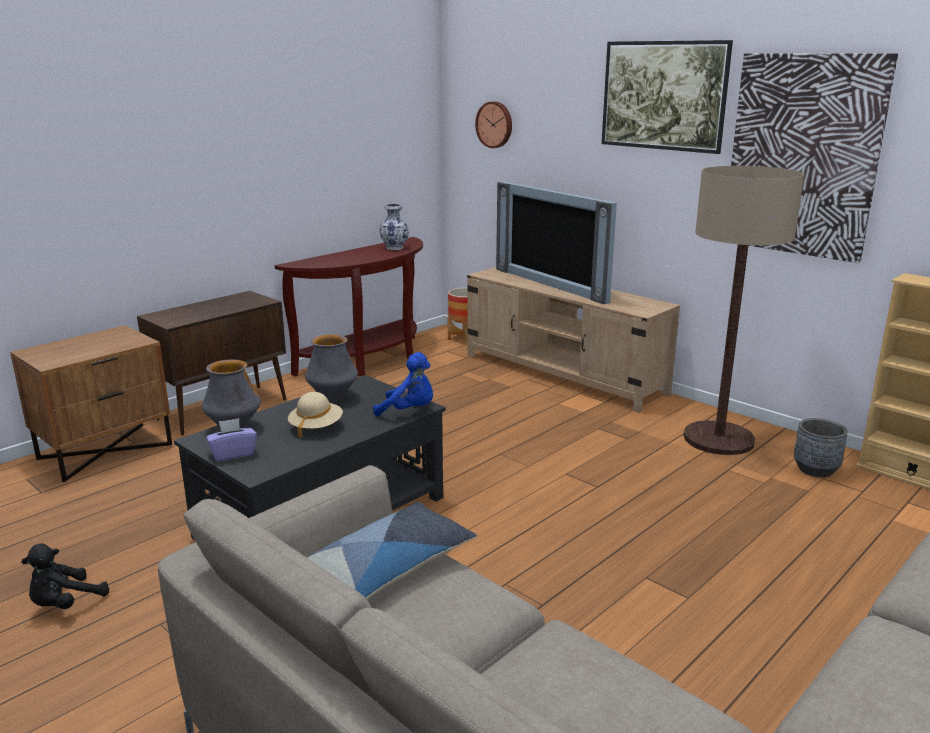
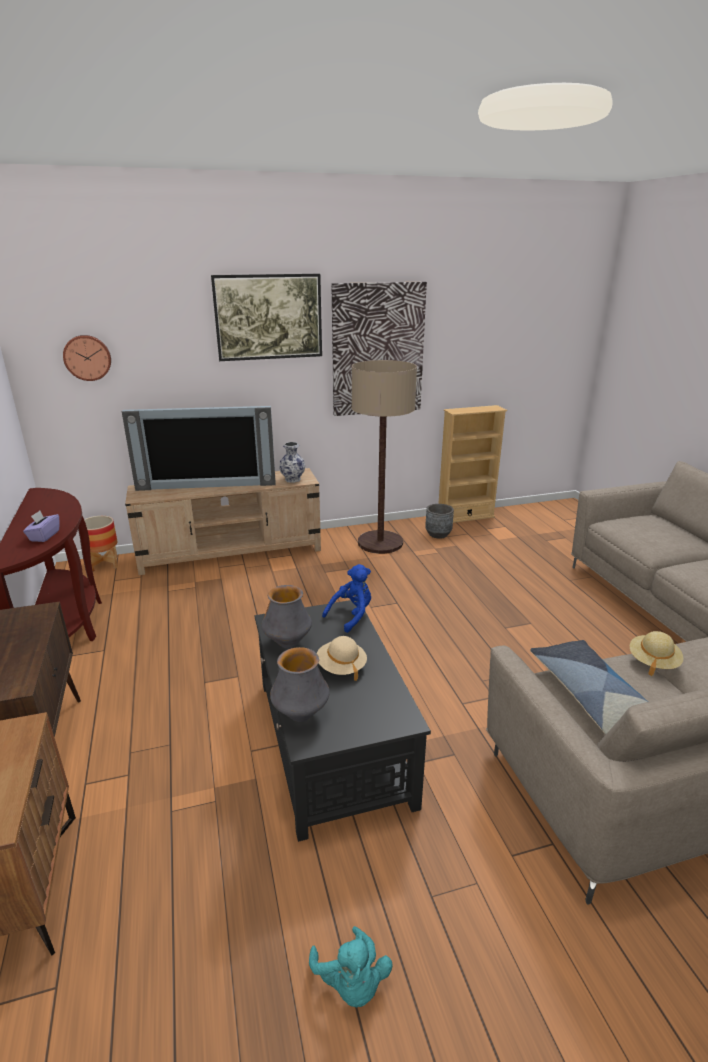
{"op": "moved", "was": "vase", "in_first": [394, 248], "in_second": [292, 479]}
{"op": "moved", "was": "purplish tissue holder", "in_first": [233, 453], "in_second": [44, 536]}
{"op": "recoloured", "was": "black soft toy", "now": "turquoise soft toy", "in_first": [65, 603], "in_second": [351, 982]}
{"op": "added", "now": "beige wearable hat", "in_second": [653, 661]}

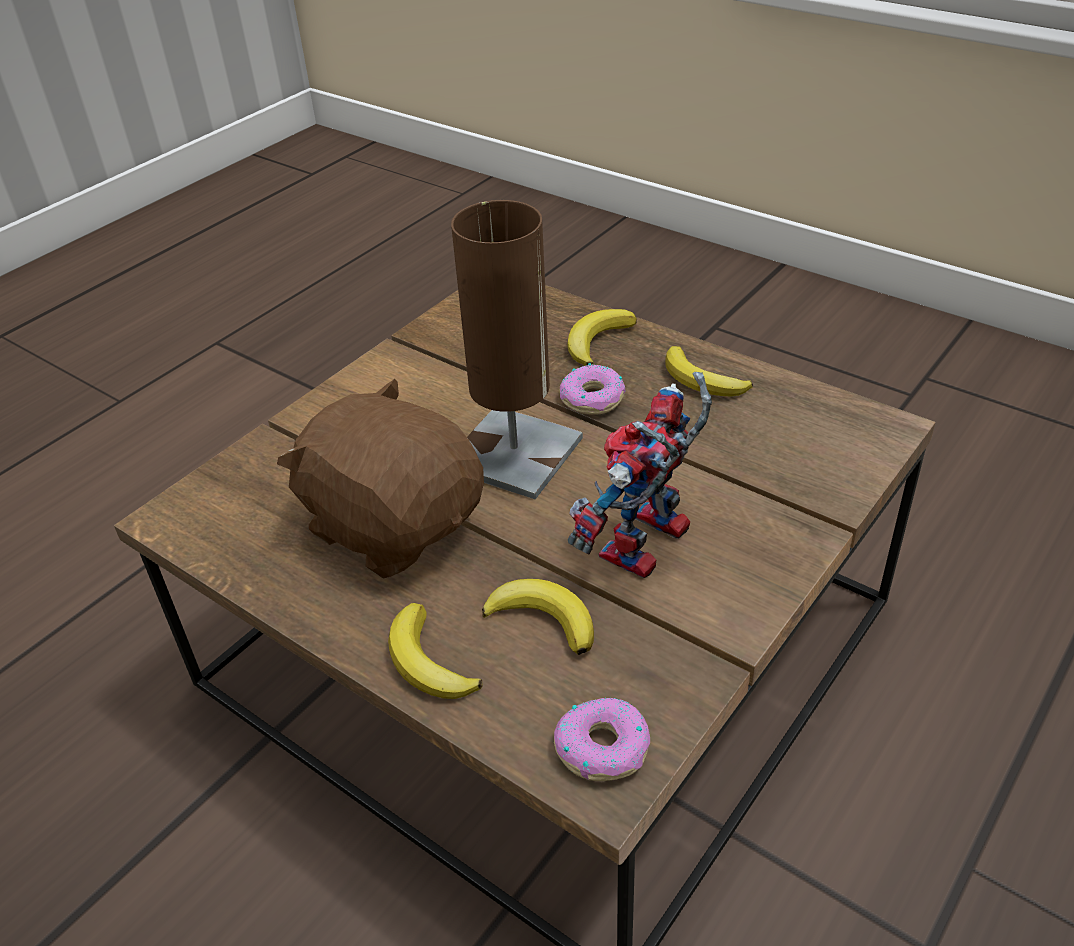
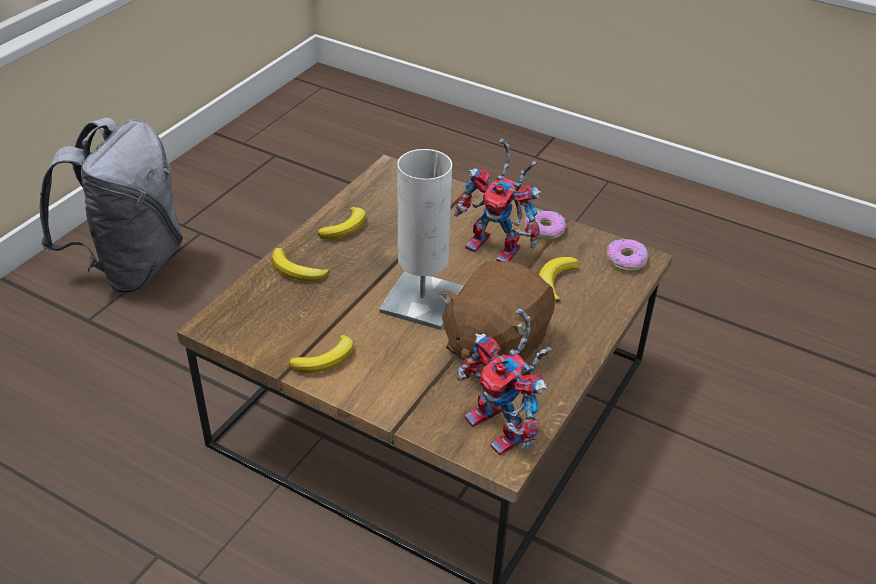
{"op": "recoloured", "was": "brown lamp for a table", "now": "white-coloured lamp for a table", "in_first": [514, 454], "in_second": [422, 301]}
{"op": "moved", "was": "ring doughnut", "in_first": [593, 398], "in_second": [544, 230]}
{"op": "moved", "was": "banana fruit", "in_first": [428, 662], "in_second": [325, 359]}
{"op": "added", "now": "gray rucksack", "in_second": [131, 266]}
{"op": "added", "now": "toy robot", "in_second": [504, 431]}

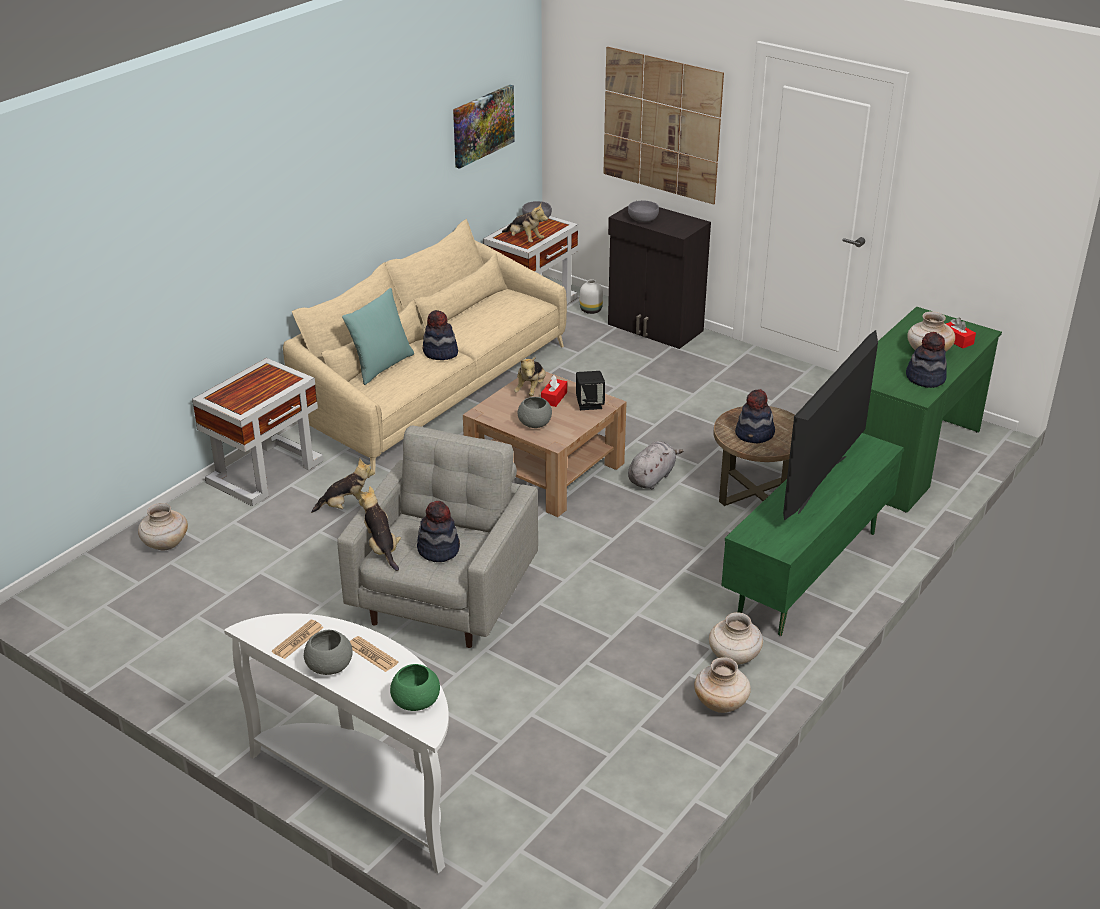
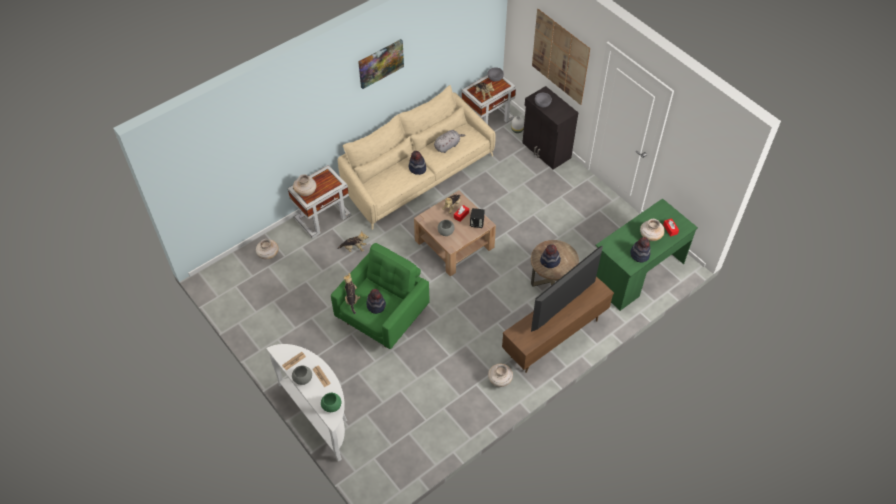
{"op": "moved", "was": "wall picture", "in_first": [482, 125], "in_second": [380, 63]}
{"op": "removed", "was": "turquoise cushion", "in_first": [381, 366]}
{"op": "recoloured", "was": "gray lounge chair", "now": "green lounge chair", "in_first": [446, 598], "in_second": [383, 315]}
{"op": "recoloured", "was": "green tv unit", "now": "brown tv unit", "in_first": [807, 573], "in_second": [554, 338]}
{"op": "moved", "was": "gray soft toy", "in_first": [652, 477], "in_second": [447, 146]}
{"op": "moved", "was": "beige vase", "in_first": [721, 704], "in_second": [306, 192]}

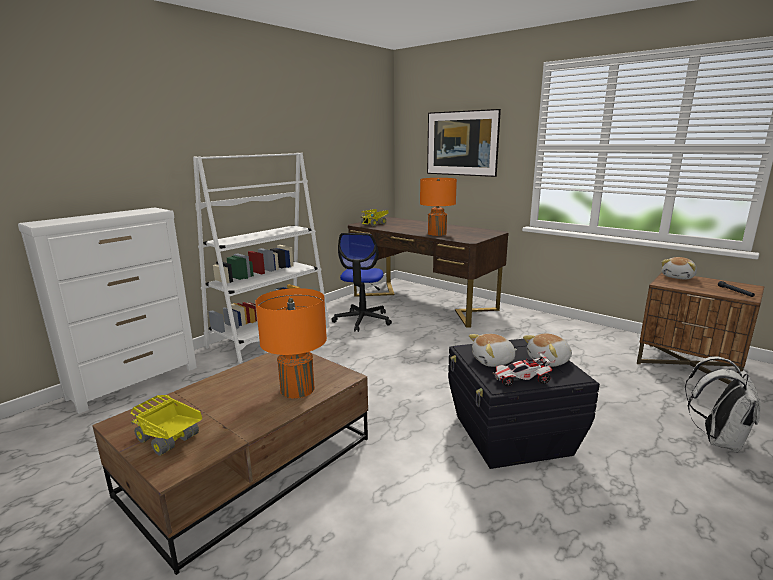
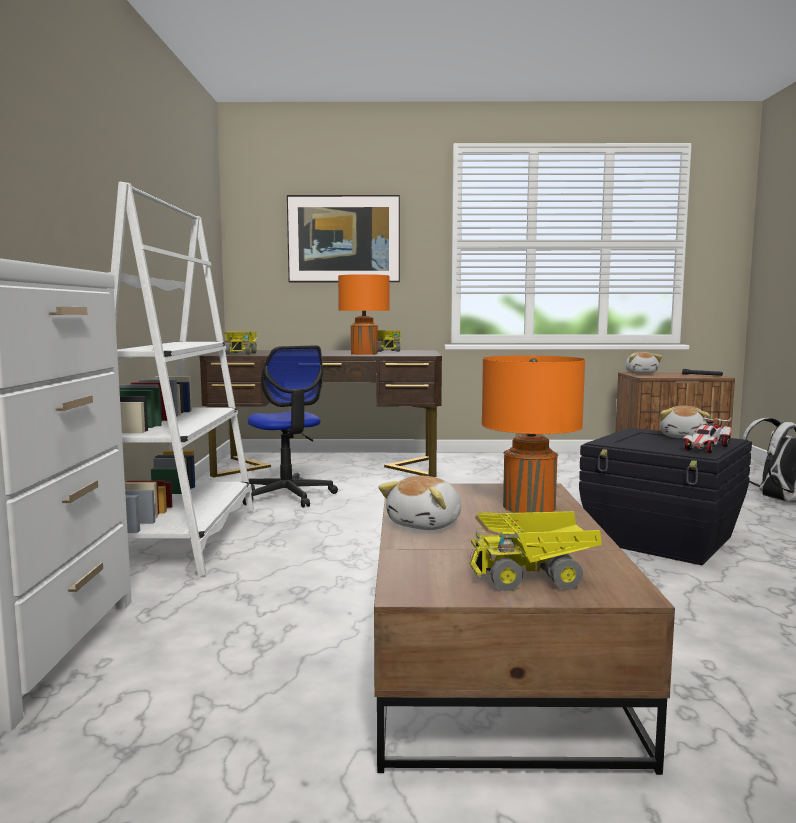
{"op": "moved", "was": "soft toy", "in_first": [493, 361], "in_second": [426, 524]}
{"op": "added", "now": "toy truck", "in_second": [388, 351]}

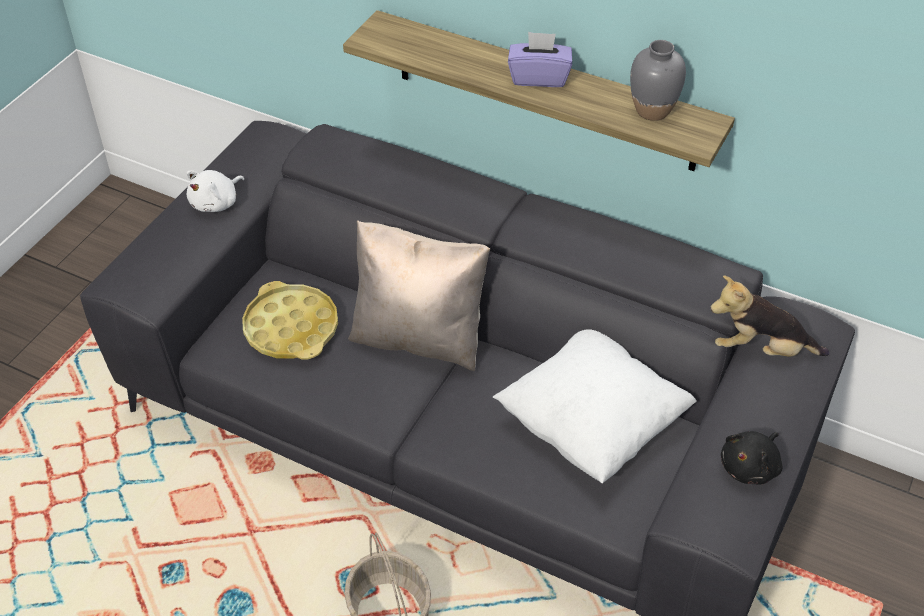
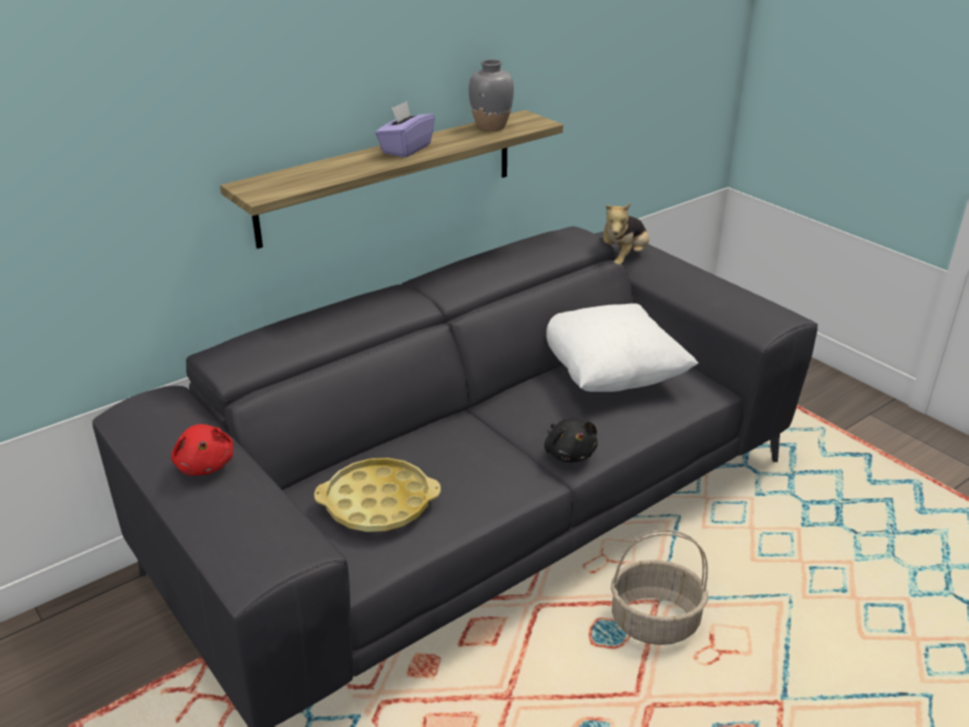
{"op": "recoloured", "was": "white-coloured soft toy", "now": "red soft toy", "in_first": [216, 203], "in_second": [205, 464]}
{"op": "removed", "was": "beige cushion", "in_first": [419, 337]}
{"op": "moved", "was": "black soft toy", "in_first": [750, 467], "in_second": [569, 453]}

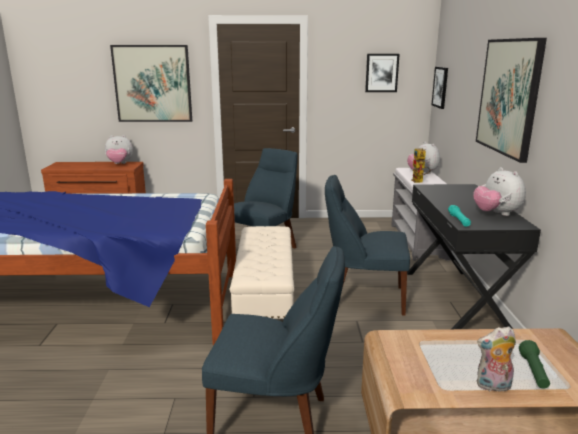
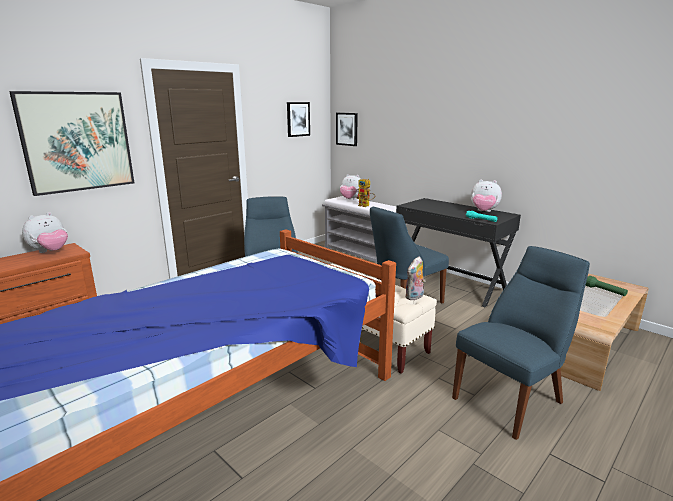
{"op": "removed", "was": "wall picture", "in_first": [509, 96]}
{"op": "moved", "was": "soft toy", "in_first": [493, 386], "in_second": [415, 297]}

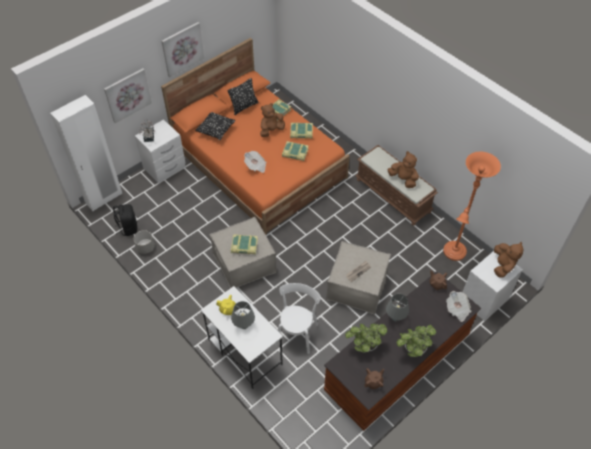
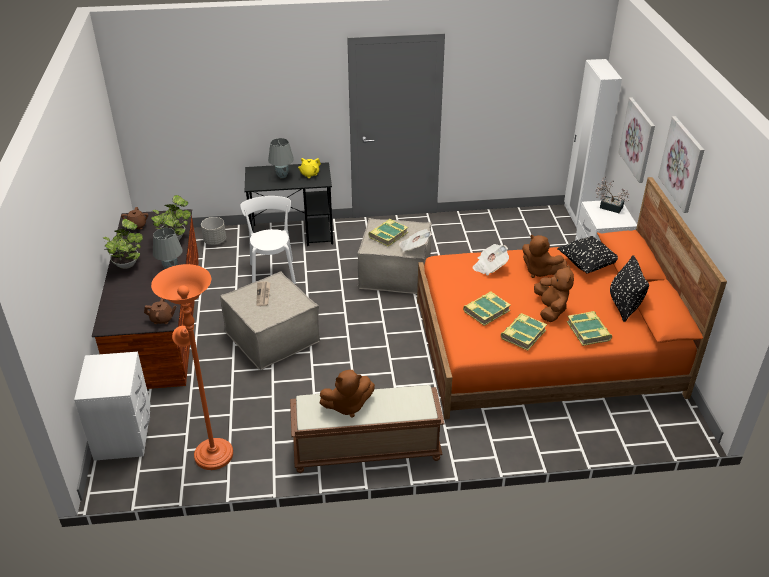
{"op": "removed", "was": "black rucksack", "in_first": [128, 228]}
{"op": "moved", "was": "gray flower pot", "in_first": [145, 248], "in_second": [215, 241]}
{"op": "moved", "was": "brown soft toy", "in_first": [503, 265], "in_second": [539, 271]}
{"op": "turned", "was": "white-coloured chair", "in_first": [297, 332], "in_second": [272, 272], "clockwise": -150}
{"op": "recoloured", "was": "white-coloured desk", "now": "black desk", "in_first": [244, 351], "in_second": [293, 234]}
{"op": "moved", "was": "daily paper", "in_first": [457, 310], "in_second": [414, 247]}

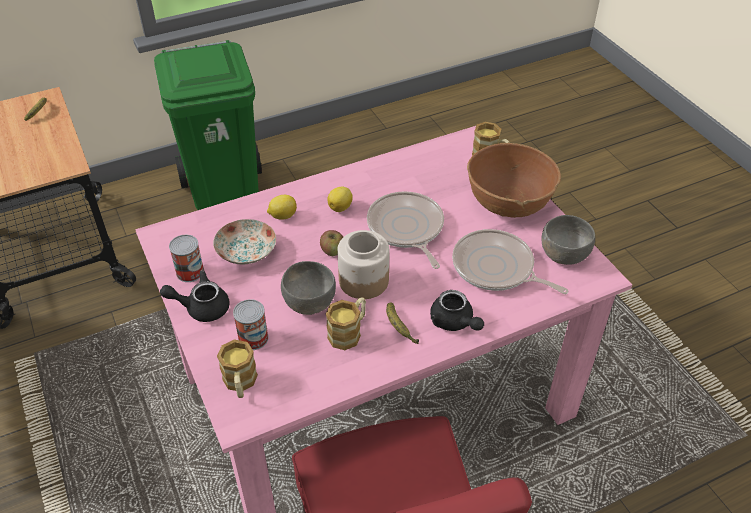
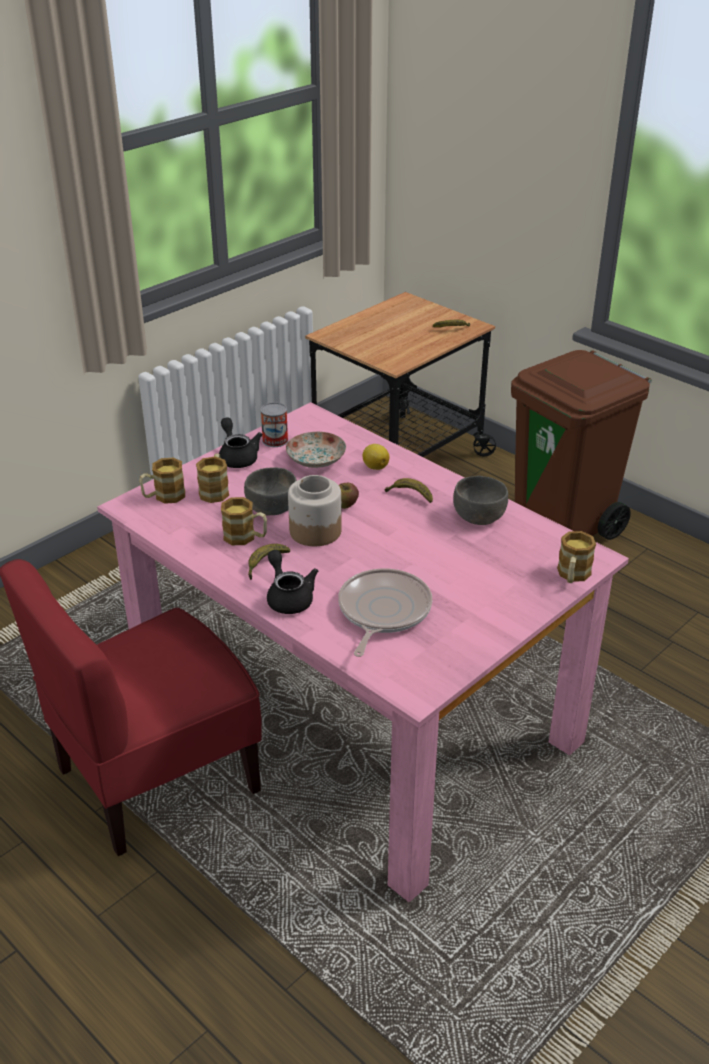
{"op": "recoloured", "was": "green rubbish bin", "now": "brown rubbish bin", "in_first": [225, 189], "in_second": [564, 524]}
{"op": "removed", "was": "brown deep dish", "in_first": [509, 202]}
{"op": "replaced", "was": "lemon", "now": "banana fruit", "in_first": [341, 207], "in_second": [410, 495]}
{"op": "removed", "was": "pan", "in_first": [406, 229]}
{"op": "moved", "was": "gray deep dish", "in_first": [563, 254], "in_second": [478, 516]}
{"op": "turned", "was": "black tea pot", "in_first": [454, 322], "in_second": [288, 597], "clockwise": 120}
{"op": "replaced", "was": "can", "now": "coffee mug", "in_first": [253, 338], "in_second": [215, 490]}

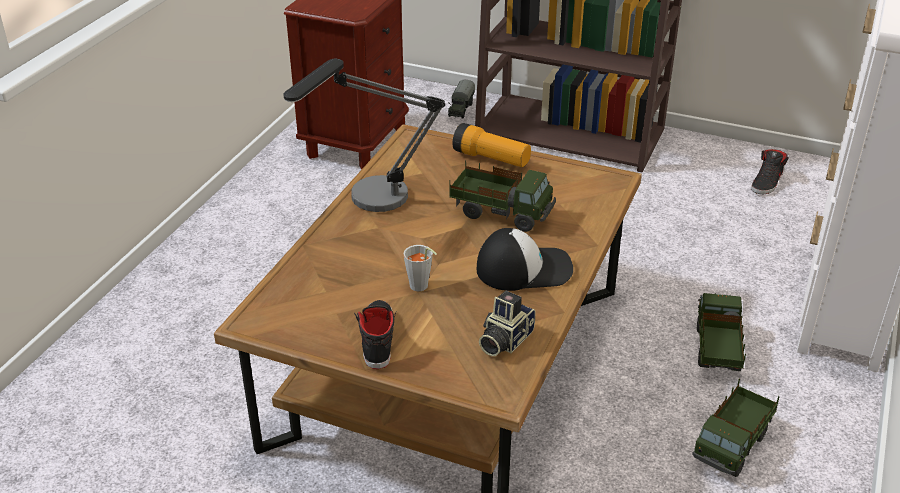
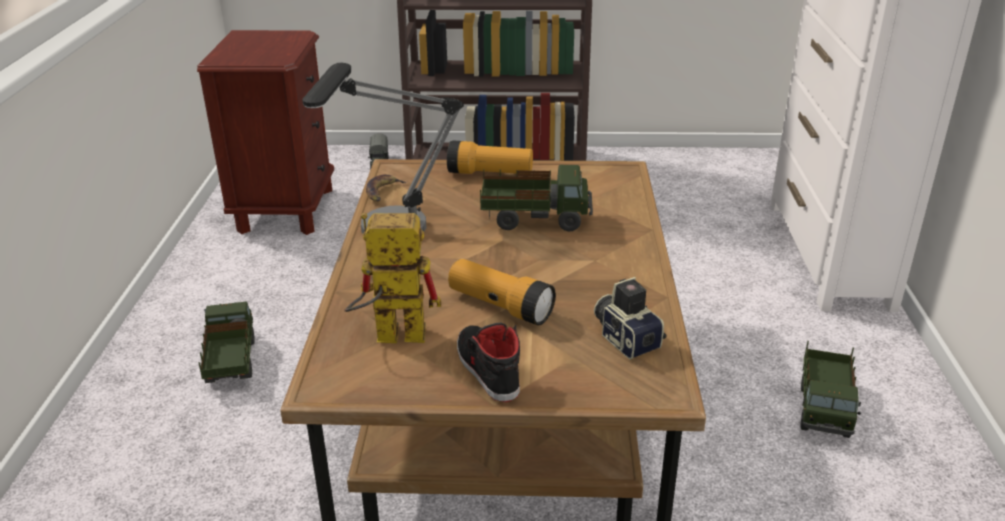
{"op": "removed", "was": "black shoe", "in_first": [767, 182]}
{"op": "removed", "was": "baseball cap", "in_first": [524, 268]}
{"op": "replaced", "was": "gray drinking cup", "now": "flashlight", "in_first": [421, 288], "in_second": [500, 306]}
{"op": "turned", "was": "photo camera", "in_first": [504, 340], "in_second": [626, 338], "clockwise": 135}
{"op": "moved", "was": "toy truck", "in_first": [716, 350], "in_second": [231, 363]}
{"op": "added", "now": "banana fruit", "in_second": [383, 191]}
{"op": "added", "now": "toy robot", "in_second": [389, 337]}

